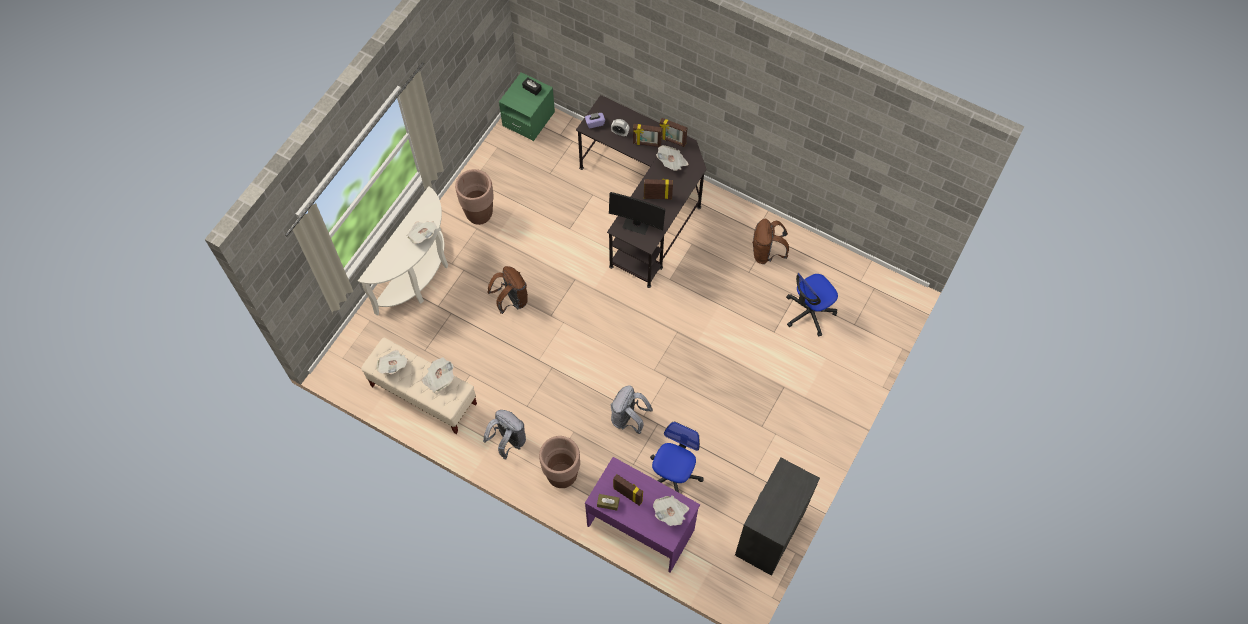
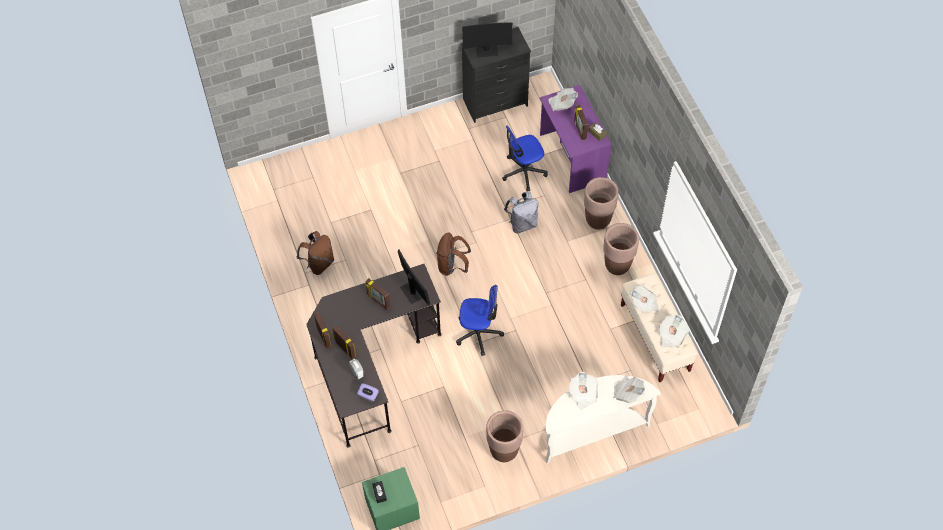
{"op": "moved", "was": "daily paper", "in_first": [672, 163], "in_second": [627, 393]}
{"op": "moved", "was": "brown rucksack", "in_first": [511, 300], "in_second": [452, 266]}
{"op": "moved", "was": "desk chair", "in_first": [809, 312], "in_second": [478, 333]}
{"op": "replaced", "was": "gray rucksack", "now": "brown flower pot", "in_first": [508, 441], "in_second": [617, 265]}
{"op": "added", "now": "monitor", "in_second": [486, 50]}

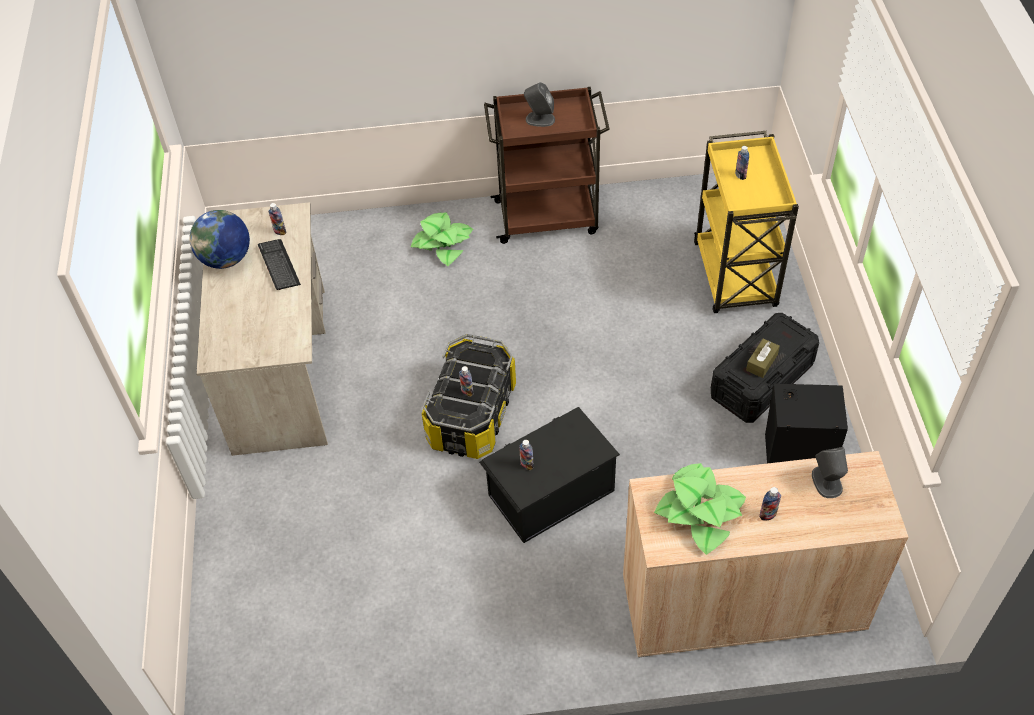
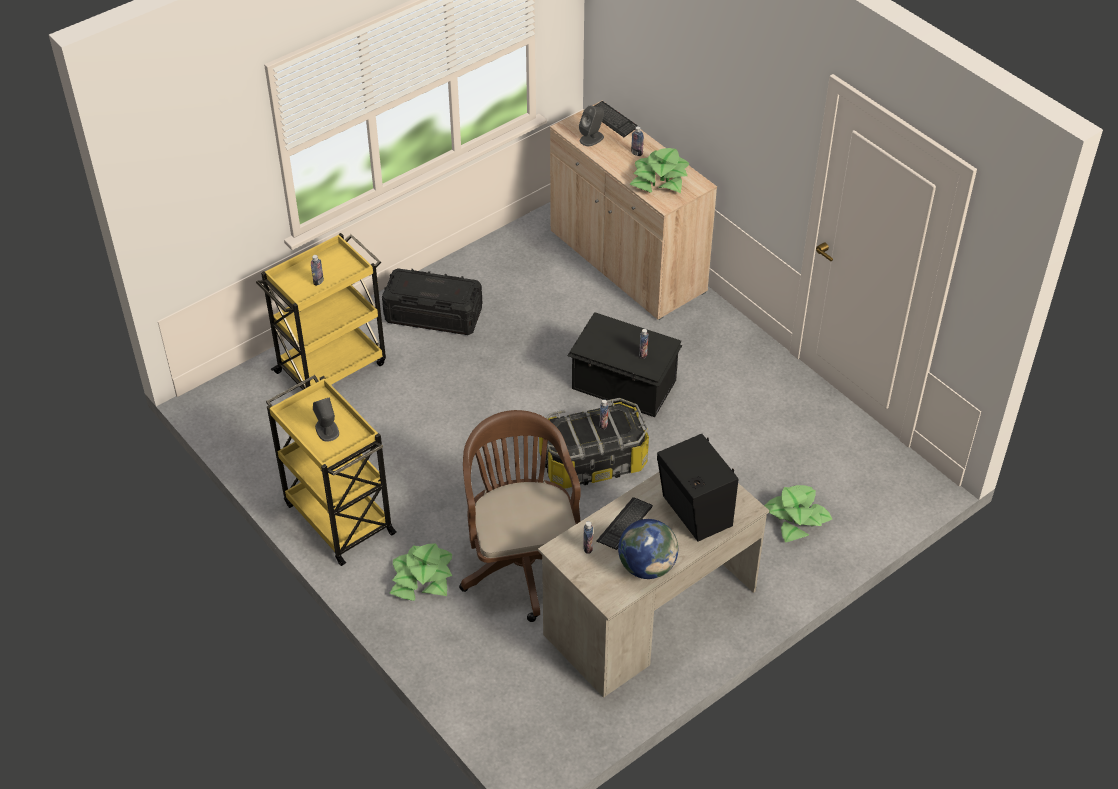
{"op": "recoloured", "was": "brown trolley", "now": "yellowish trolley", "in_first": [548, 217], "in_second": [337, 517]}
{"op": "removed", "was": "brown tissue holder", "in_first": [761, 362]}
{"op": "moved", "was": "black speaker", "in_first": [797, 449], "in_second": [694, 513]}
{"op": "added", "now": "computer keyboard", "in_second": [612, 120]}
{"op": "added", "now": "brown desk chair", "in_second": [522, 560]}
{"op": "added", "now": "houseplant", "in_second": [796, 517]}

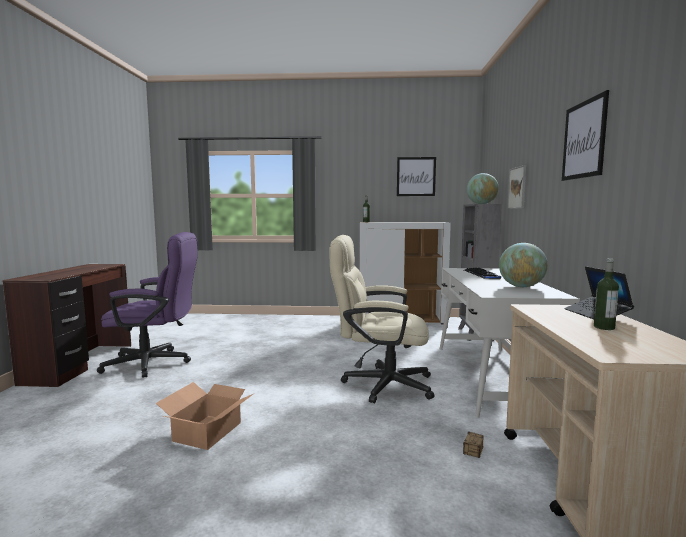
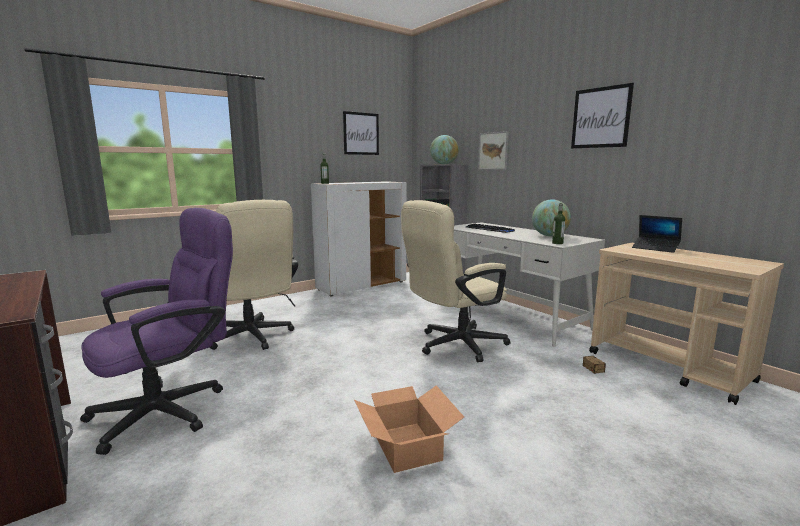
{"op": "moved", "was": "bottle", "in_first": [604, 327], "in_second": [557, 243]}
{"op": "added", "now": "beige desk chair", "in_second": [253, 338]}

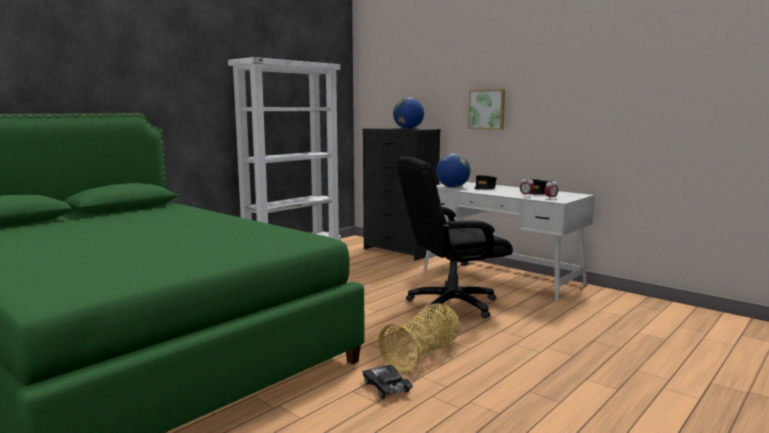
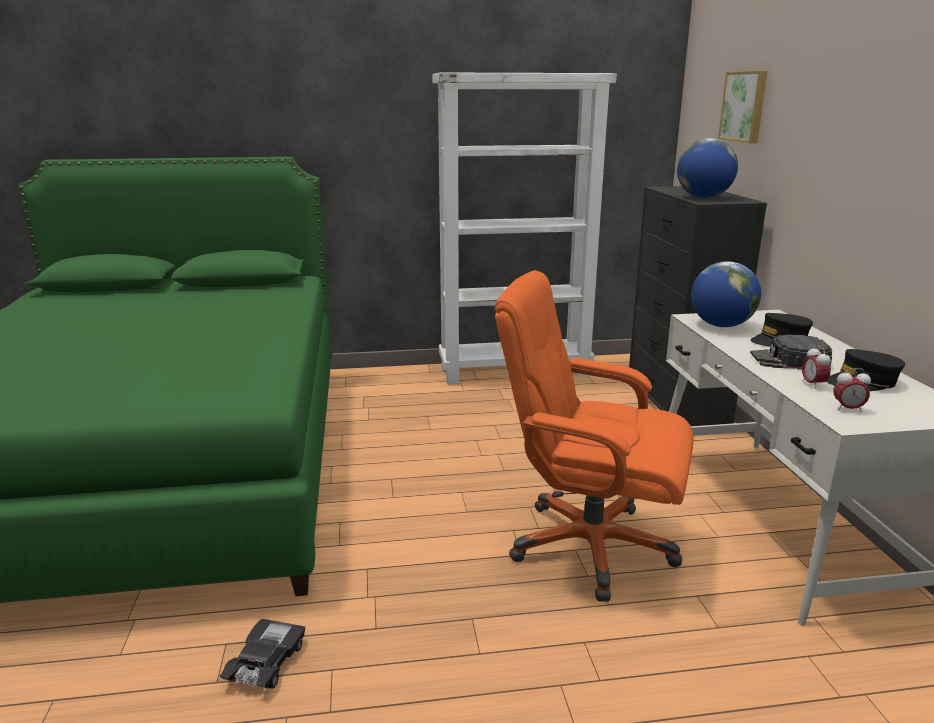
{"op": "moved", "was": "wall picture", "in_first": [487, 109], "in_second": [745, 106]}
{"op": "recoloured", "was": "black desk chair", "now": "orangey desk chair", "in_first": [451, 305], "in_second": [589, 546]}
{"op": "removed", "was": "storage basket", "in_first": [422, 355]}
{"op": "added", "now": "black baseball cap", "in_second": [789, 360]}

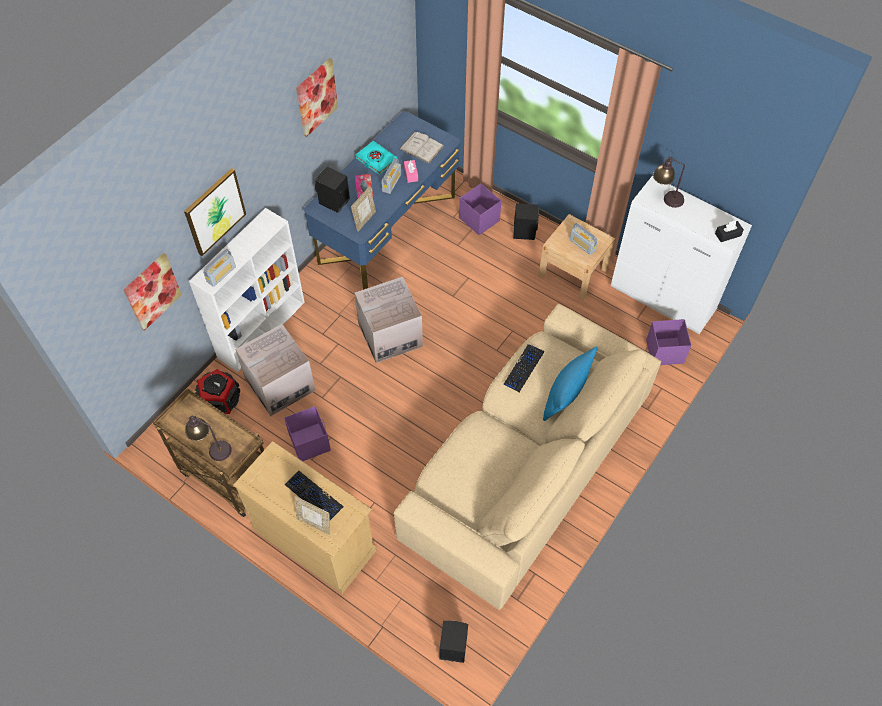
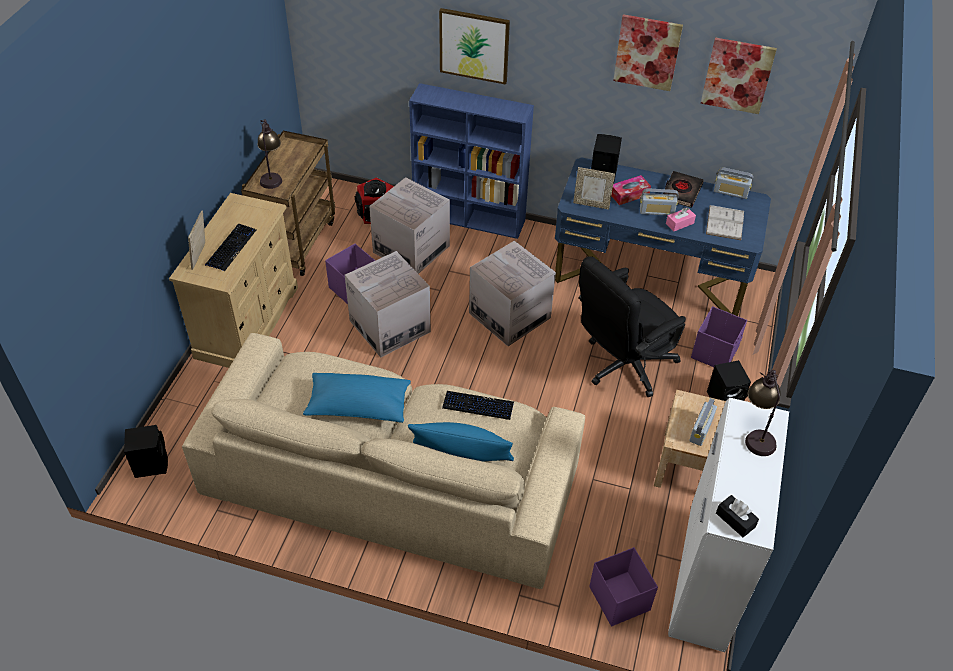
{"op": "recoloured", "was": "turquoise bound book", "now": "black bound book", "in_first": [376, 160], "in_second": [681, 192]}
{"op": "recoloured", "was": "white-coloured bookshelf", "now": "blue bookshelf", "in_first": [262, 329], "in_second": [470, 218]}
{"op": "moved", "was": "radio set", "in_first": [221, 274], "in_second": [730, 192]}
{"op": "moved", "was": "wall picture", "in_first": [152, 291], "in_second": [737, 75]}
{"op": "added", "now": "carton", "in_second": [390, 326]}
{"op": "added", "now": "black desk chair", "in_second": [622, 366]}
{"op": "added", "now": "blue cushion", "in_second": [358, 406]}

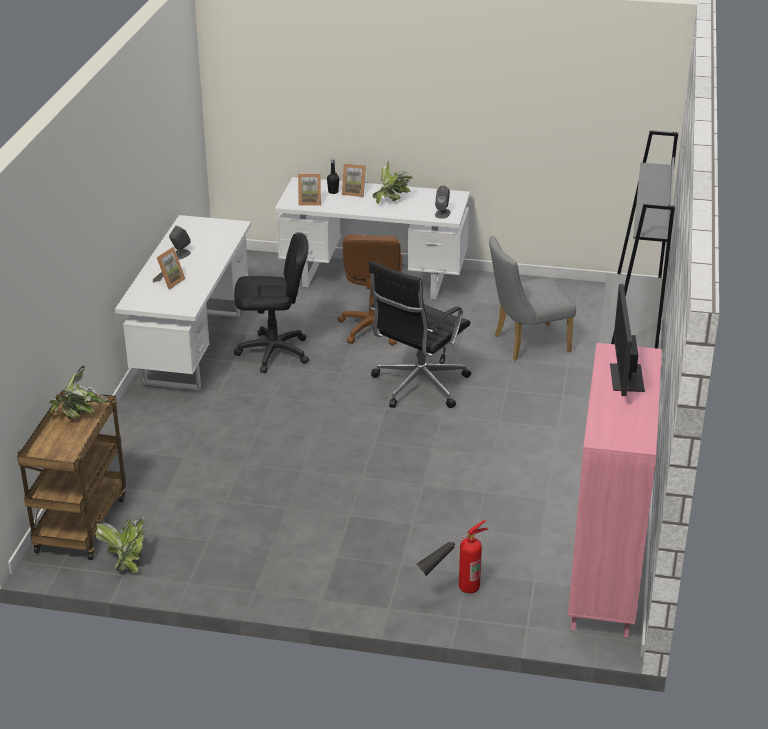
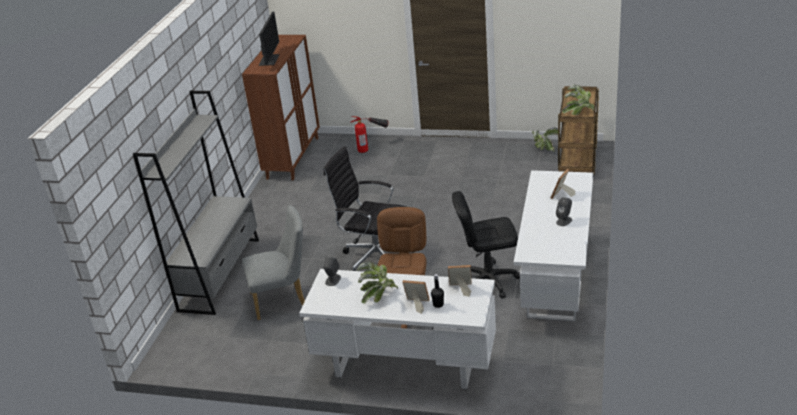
{"op": "turned", "was": "black desk chair", "in_first": [418, 386], "in_second": [375, 257], "clockwise": -105}
{"op": "recoloured", "was": "pink-coloured cupboard", "now": "brown cupboard", "in_first": [605, 578], "in_second": [293, 158]}

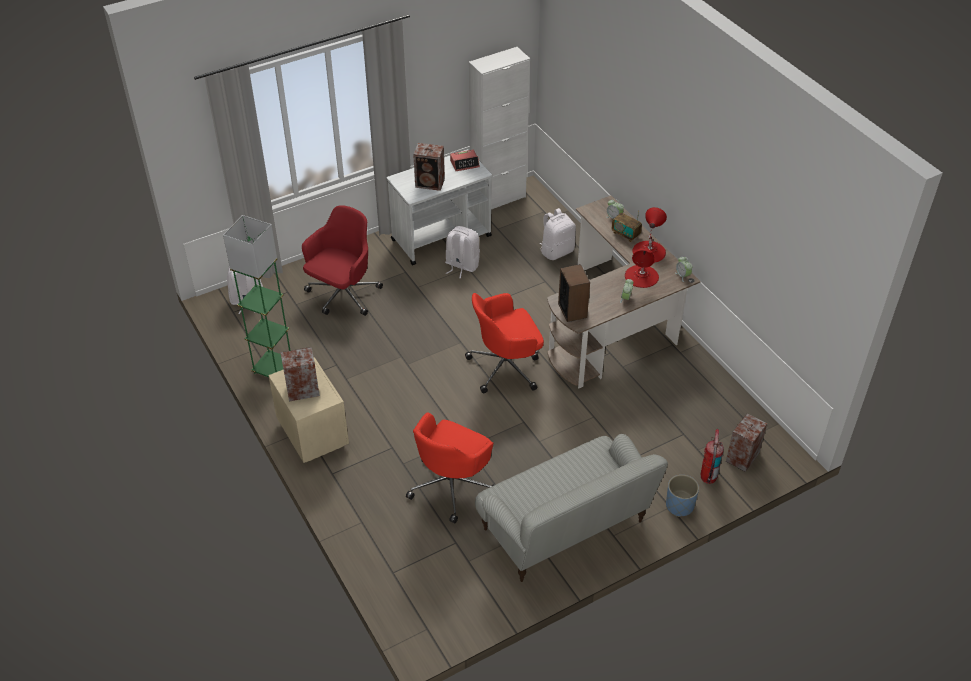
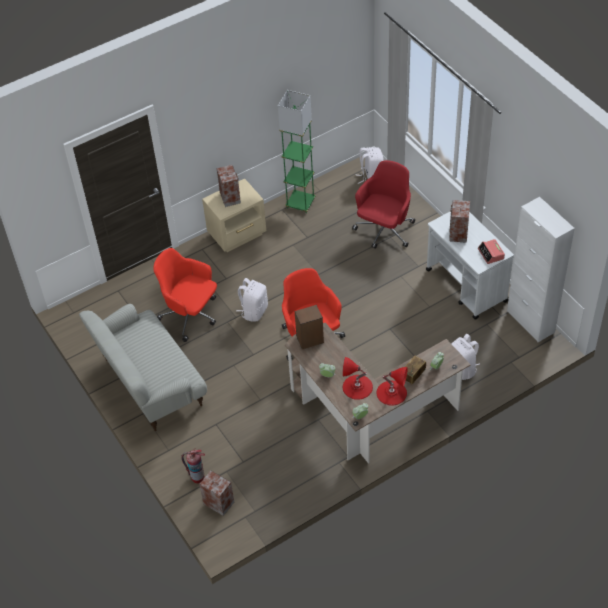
{"op": "turned", "was": "red desk chair", "in_first": [343, 295], "in_second": [384, 231], "clockwise": -90}
{"op": "moved", "was": "white-coloured rucksack", "in_first": [461, 265], "in_second": [254, 311]}
{"op": "removed", "was": "blue flower pot", "in_first": [679, 506]}

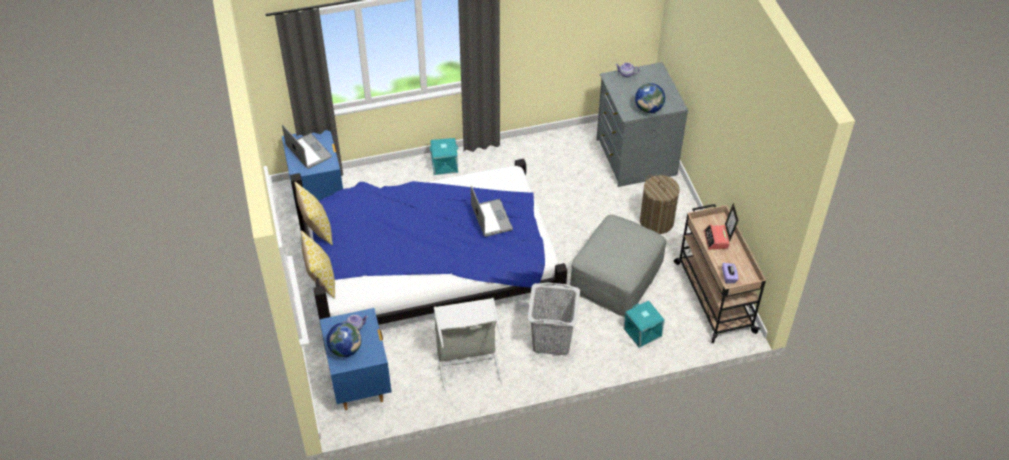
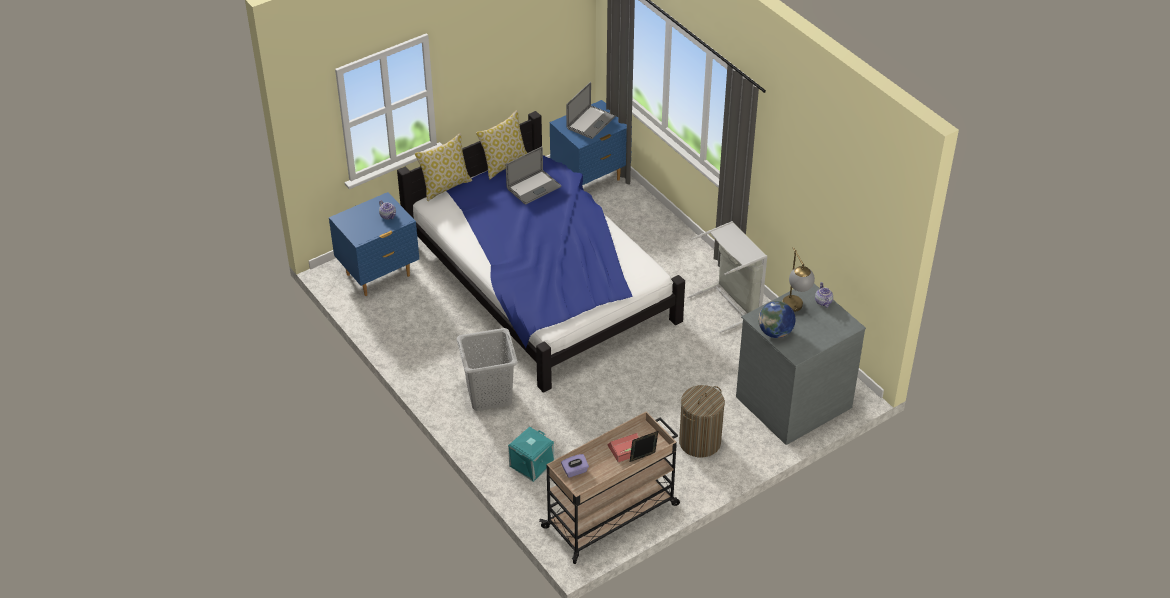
{"op": "removed", "was": "turquoise storage box", "in_first": [444, 164]}
{"op": "moved", "was": "notebook computer", "in_first": [491, 218], "in_second": [533, 187]}
{"op": "removed", "was": "gray footrest", "in_first": [616, 276]}
{"op": "moved", "was": "gray laundry basket", "in_first": [468, 363], "in_second": [730, 304]}
{"op": "removed", "was": "world globe", "in_first": [345, 349]}
{"op": "added", "now": "lamp for a table", "in_second": [795, 309]}

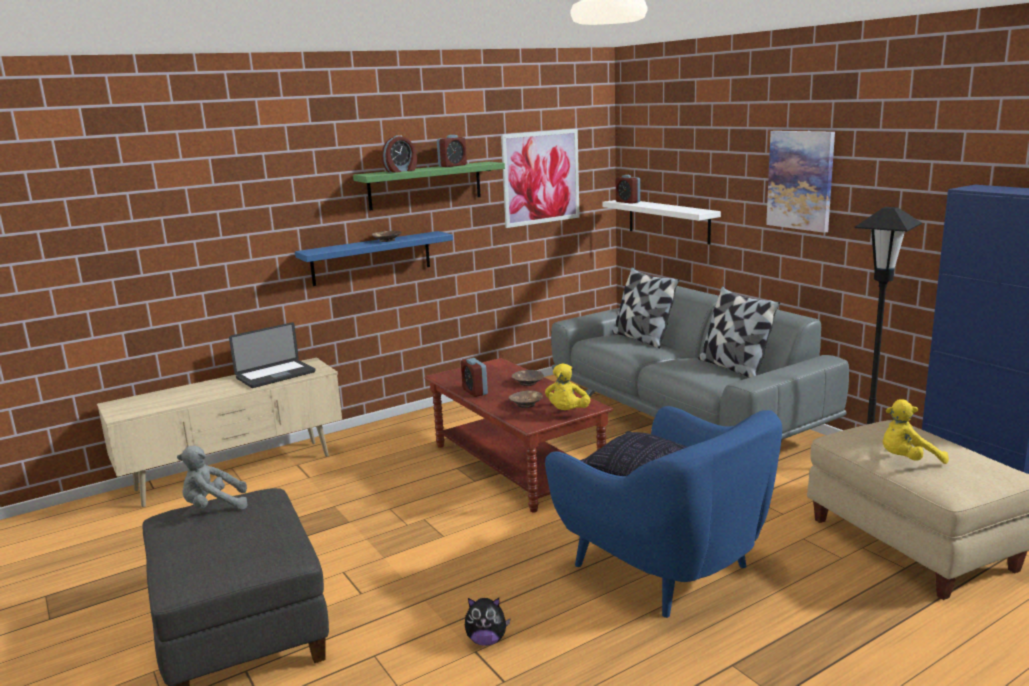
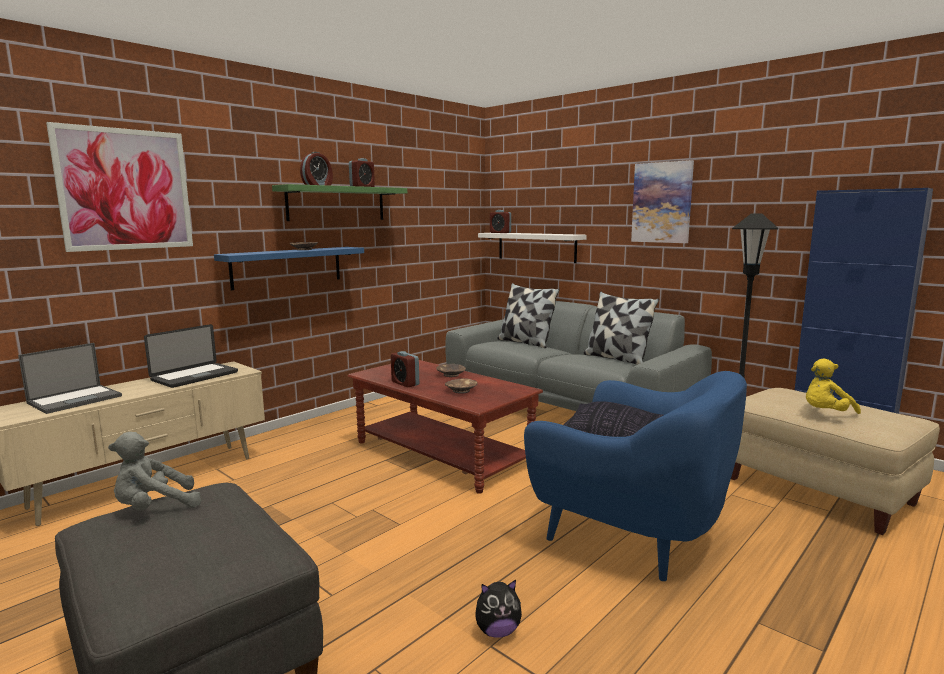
{"op": "moved", "was": "wall picture", "in_first": [541, 177], "in_second": [125, 189]}
{"op": "removed", "was": "yellowish soft toy", "in_first": [567, 412]}
{"op": "added", "now": "notebook computer", "in_second": [76, 399]}

